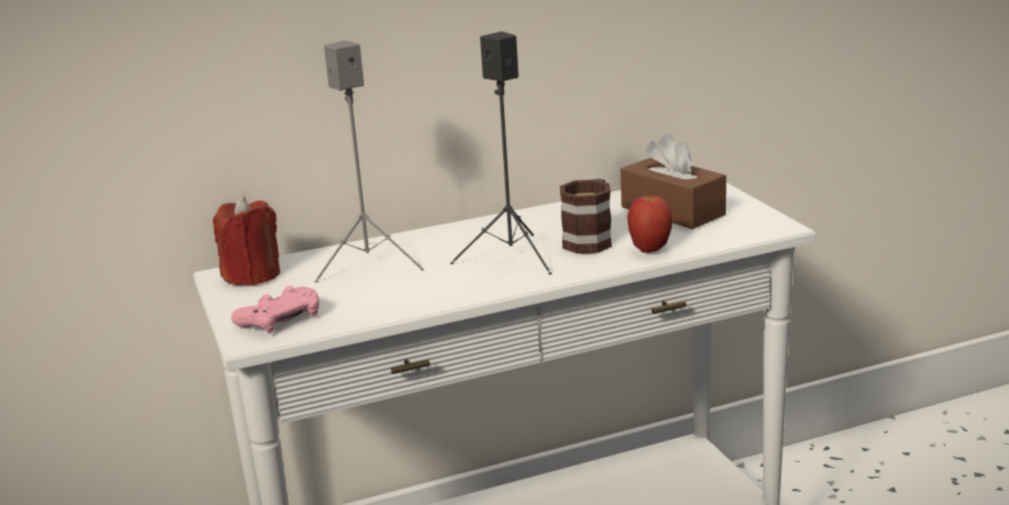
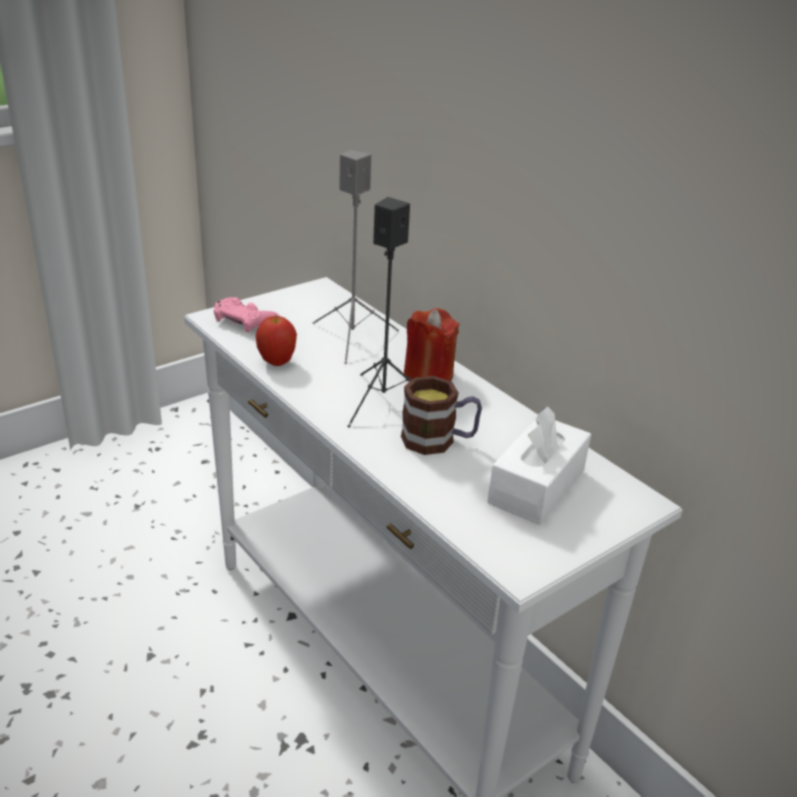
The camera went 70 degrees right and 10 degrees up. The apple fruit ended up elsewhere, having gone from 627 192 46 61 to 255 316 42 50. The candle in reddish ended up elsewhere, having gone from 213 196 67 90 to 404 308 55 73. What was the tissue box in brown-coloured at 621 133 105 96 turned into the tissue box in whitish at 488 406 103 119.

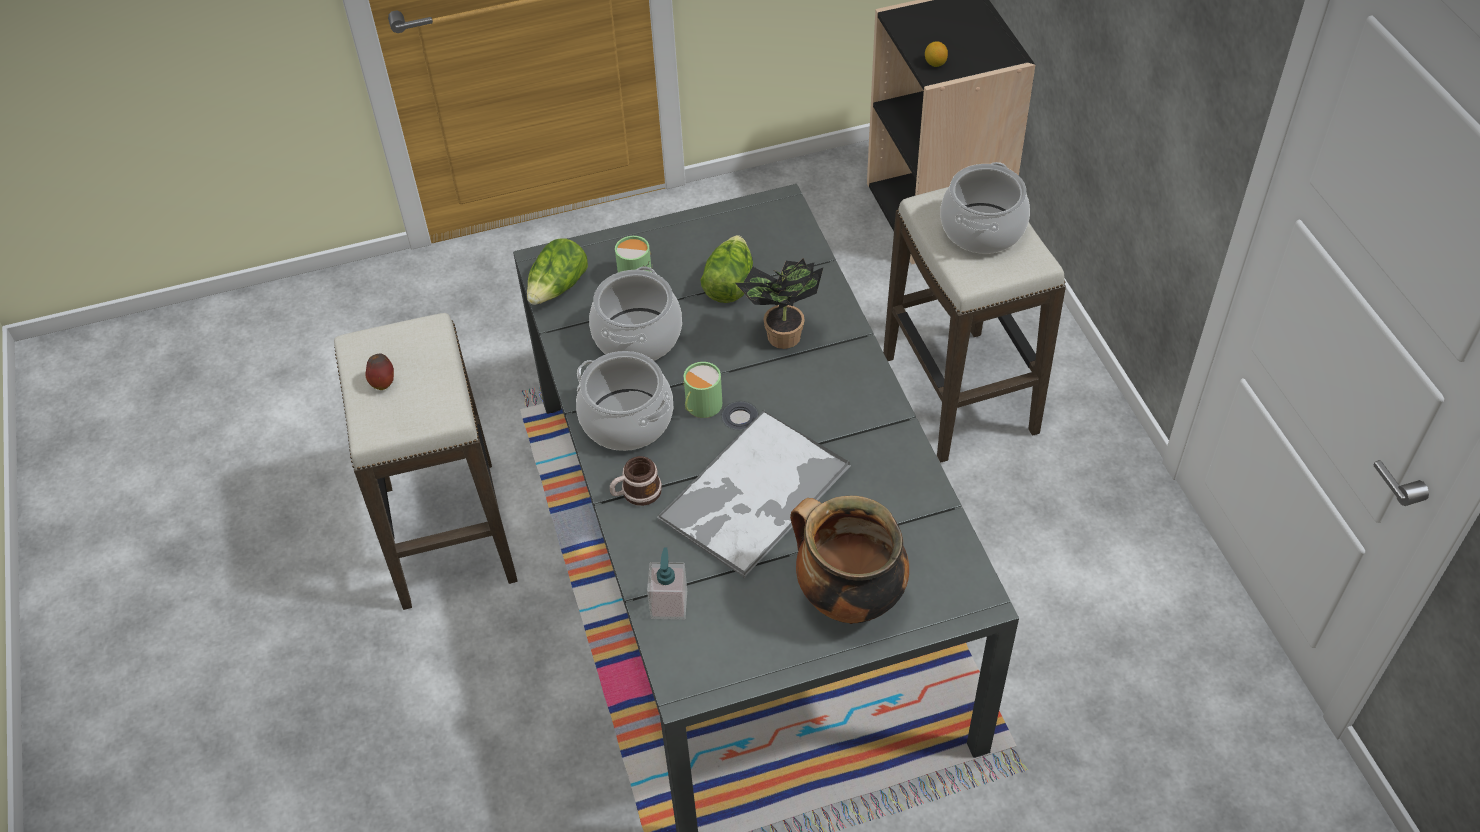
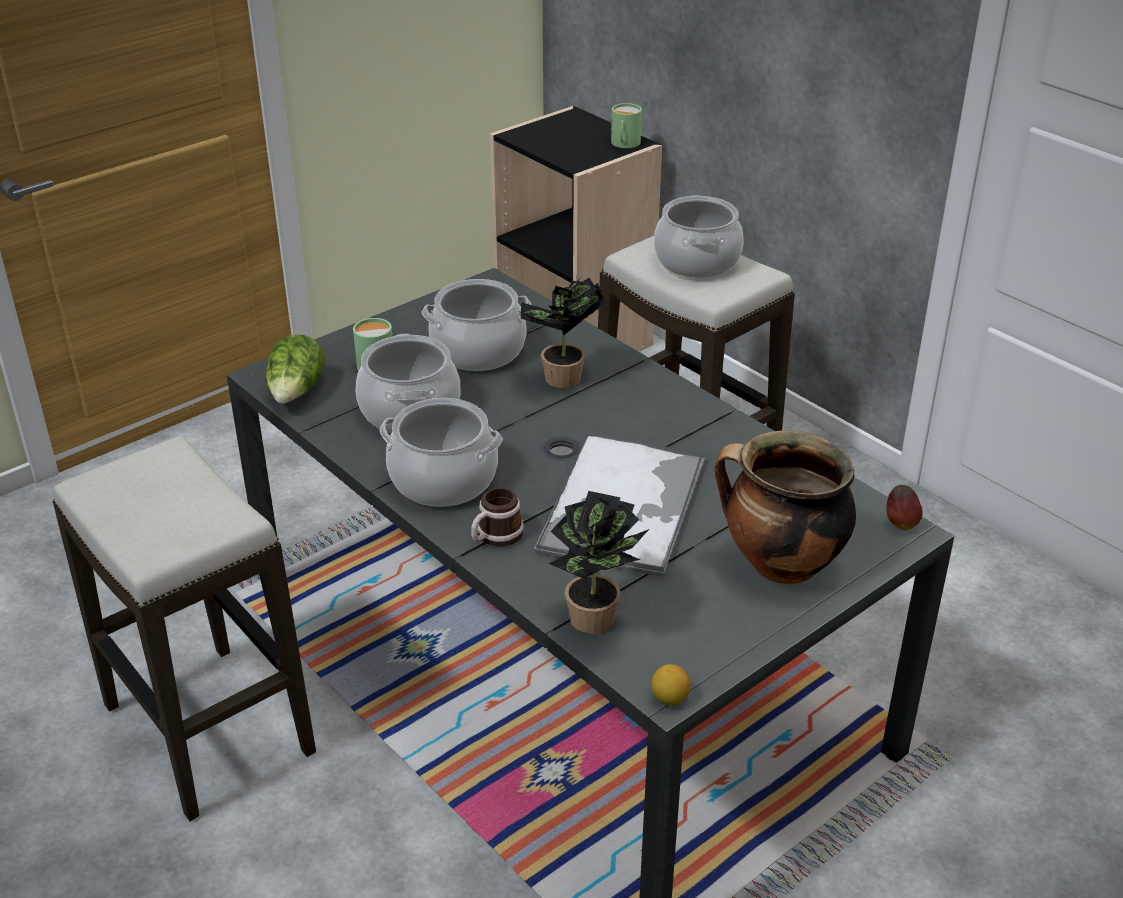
The camera went 25 degrees left and 15 degrees down. Where the head of lettuce stood at 701 235 52 68, the saucepot came to stand at 422 279 109 92. Where the liquid soap bottle stood at 647 547 40 73, the plant in a pot came to stand at 548 491 101 143. The coffee mug in green ended up elsewhere, having gone from 682 362 40 56 to 610 103 32 45. The lemon ended up elsewhere, having gone from 925 41 23 26 to 651 664 40 42. The apple fruit ended up elsewhere, having gone from 365 354 29 36 to 886 485 37 45.

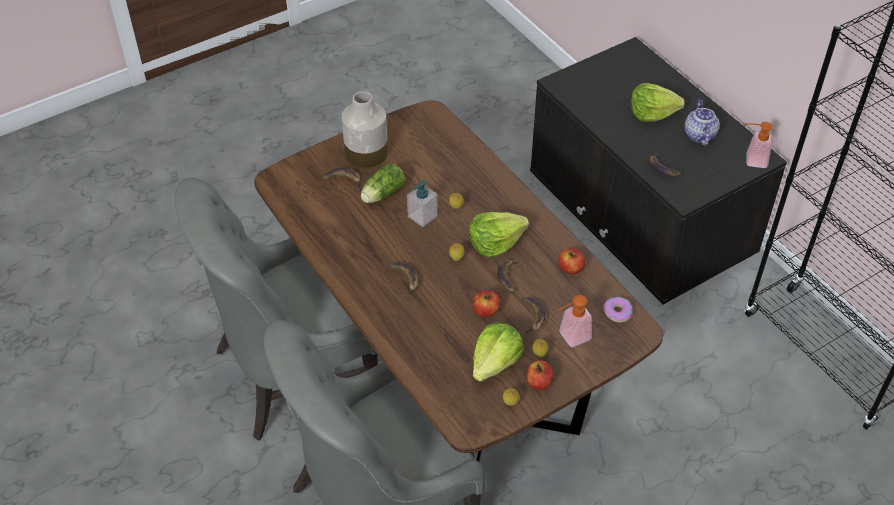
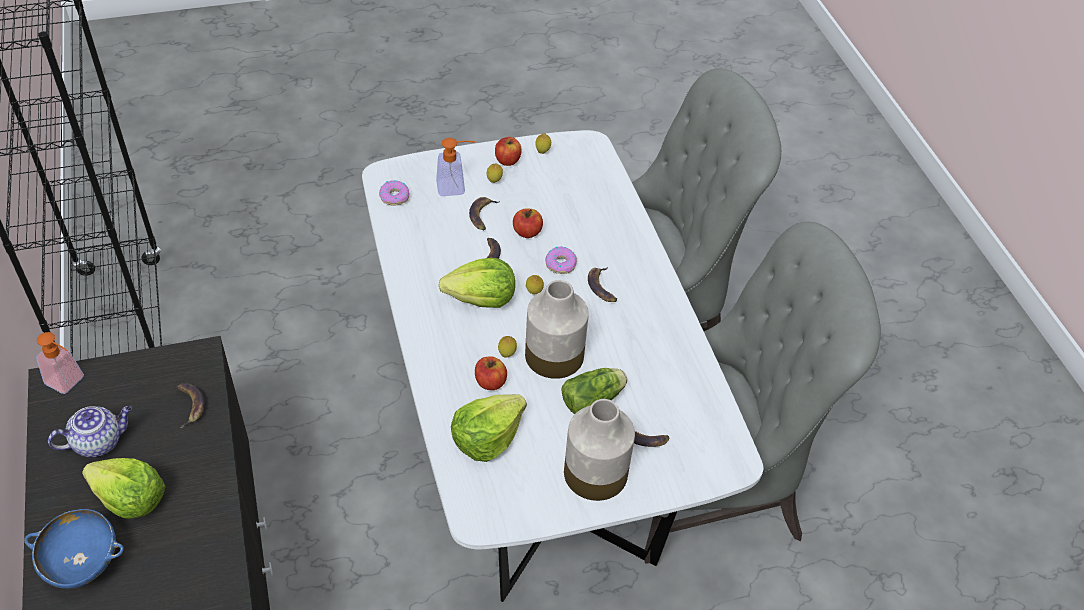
The camera went 165 degrees left and 0 degrees up. The second view gained the serving bowl in blue-coloured at 24 509 100 80. The pot for tea at 685 99 35 47 ended up facing another way, 135 degrees counterclockwise from before. What was the kitchen table in brown-coloured at 254 100 409 362 turned into the kitchen table in whitish at 362 130 401 472. The head of lettuce ended up elsewhere, having gone from 473 323 51 58 to 451 394 76 68. The apple fruit ended up elsewhere, having gone from 558 248 27 26 to 475 356 32 34. Where the liquid soap bottle stood at 407 180 31 47, the vase in beige-coloured came to stand at 525 280 64 99. The second view gained the doughnut at 545 246 32 28.

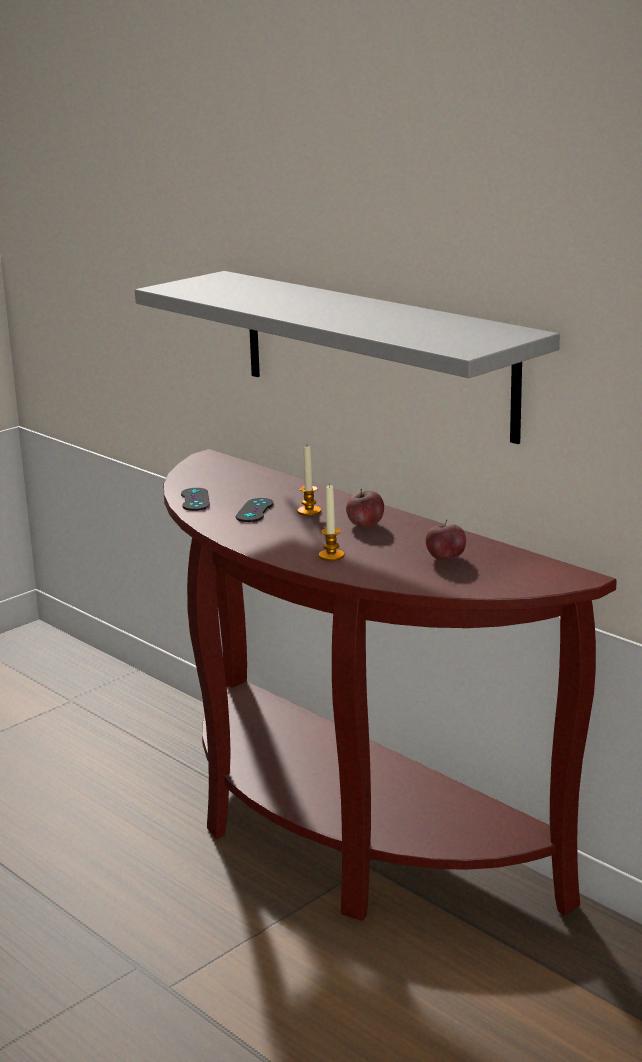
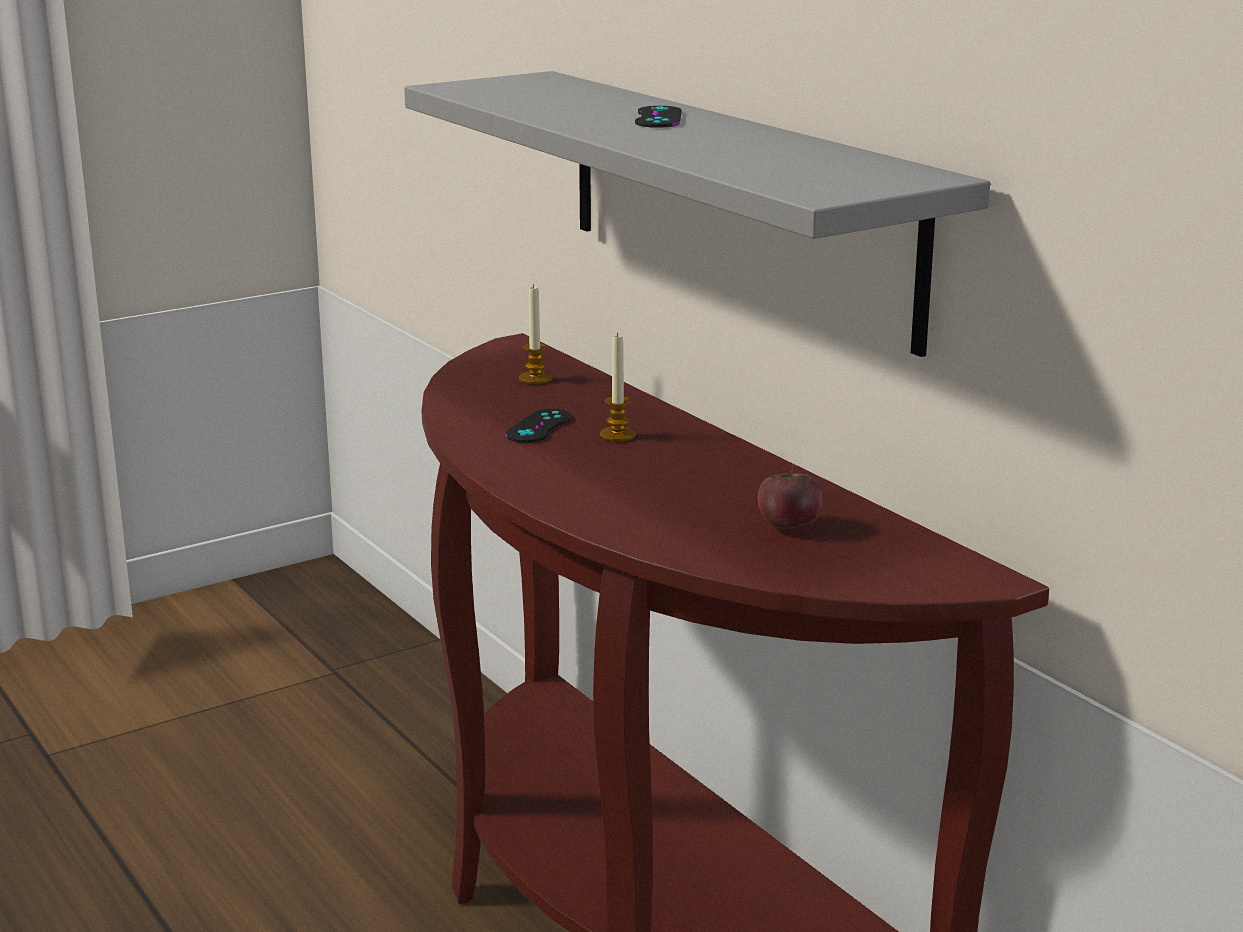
The camera went 10 degrees right and 0 degrees up. The candle ended up elsewhere, having gone from 319 484 25 77 to 519 284 33 100. The gamepad in blackish ended up elsewhere, having gone from 181 488 29 23 to 635 106 47 22. The second view lost the apple fruit at 346 489 38 38.

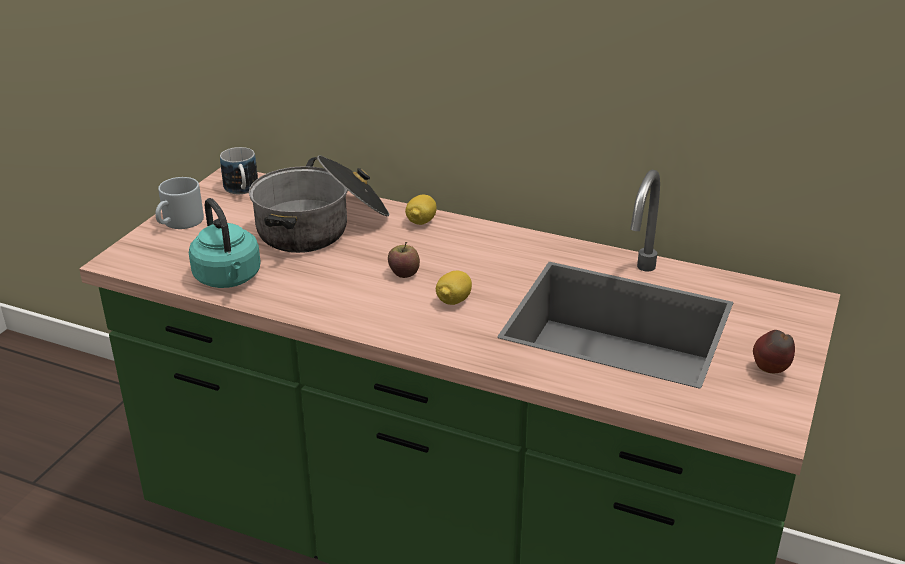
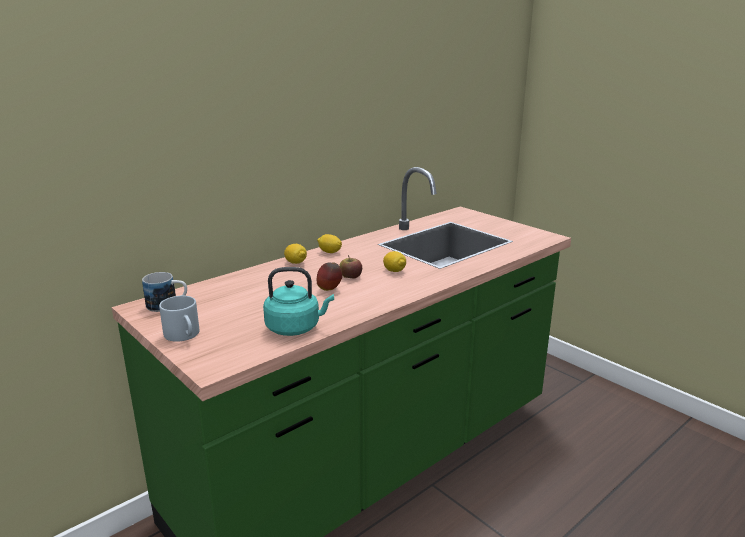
The camera went 65 degrees left and 10 degrees down. The second view gained the lemon at 317 234 25 19. The apple fruit ended up elsewhere, having gone from 753 330 42 43 to 317 262 25 29. The second view lost the saucepot at 249 155 140 98.

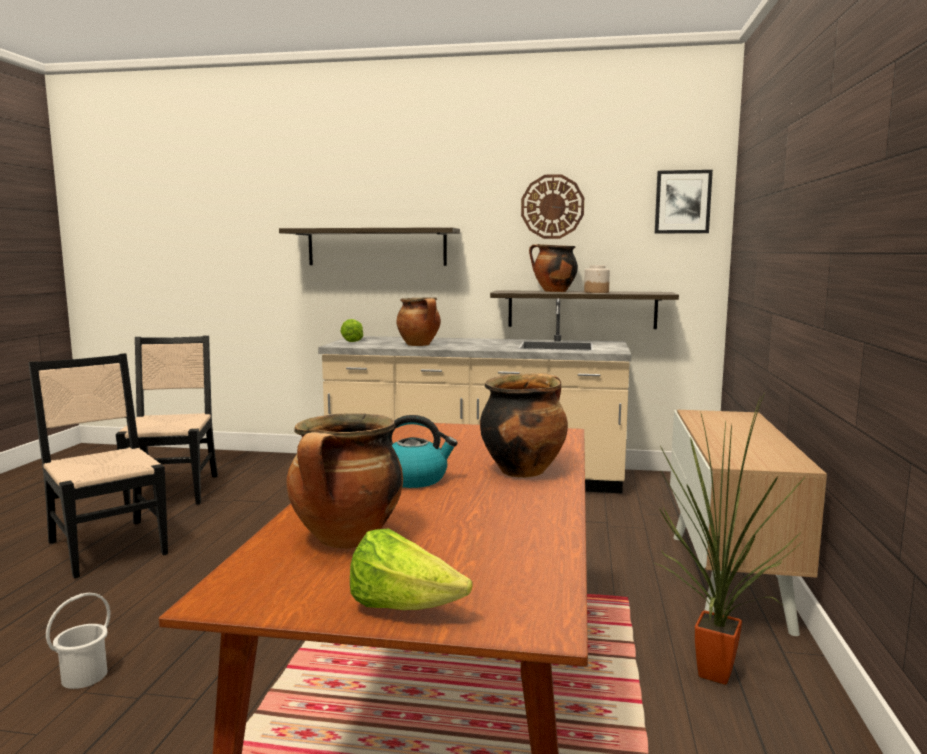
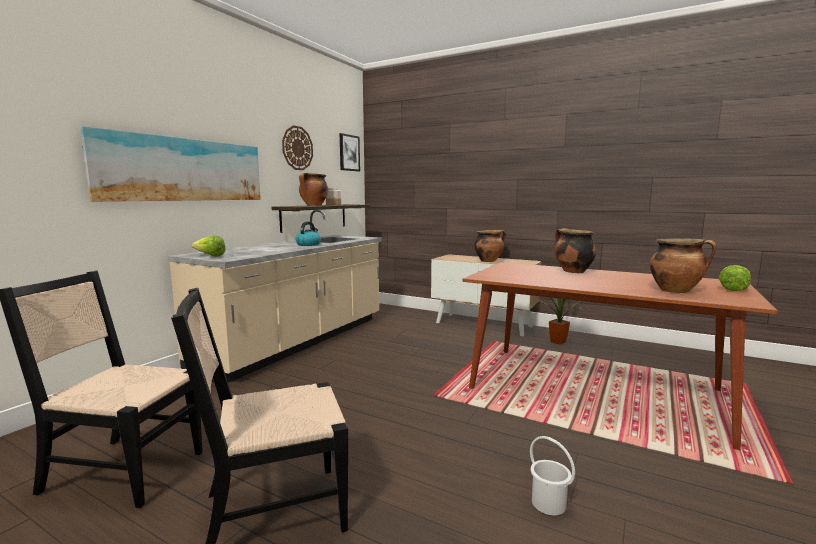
The camera went 70 degrees left and 0 degrees up. Where the shelf hung at 279 227 181 39, the picture came to hang at 81 126 180 76. The tea kettle ended up elsewhere, having gone from 388 415 70 73 to 296 221 25 25. The saucepot ended up elsewhere, having gone from 396 298 45 48 to 474 230 32 32.

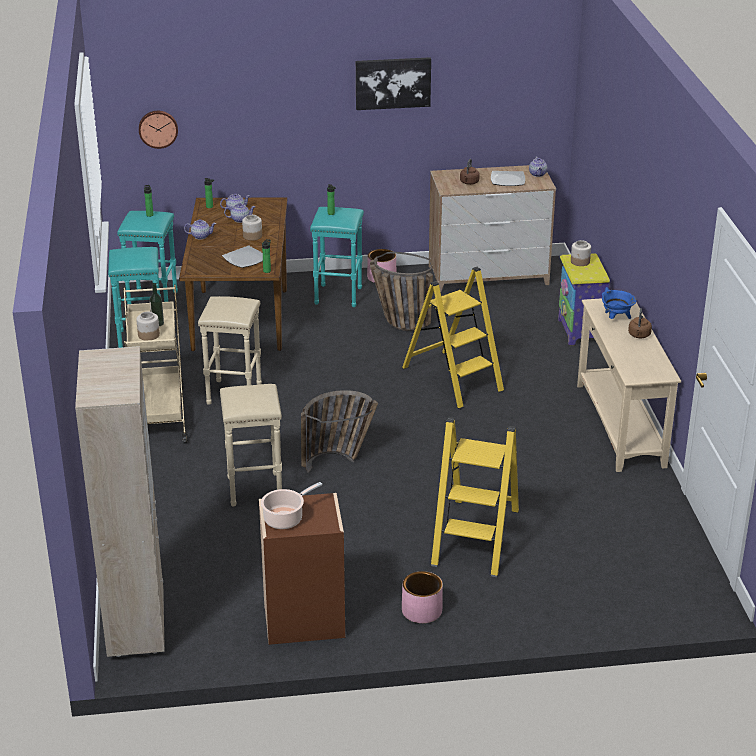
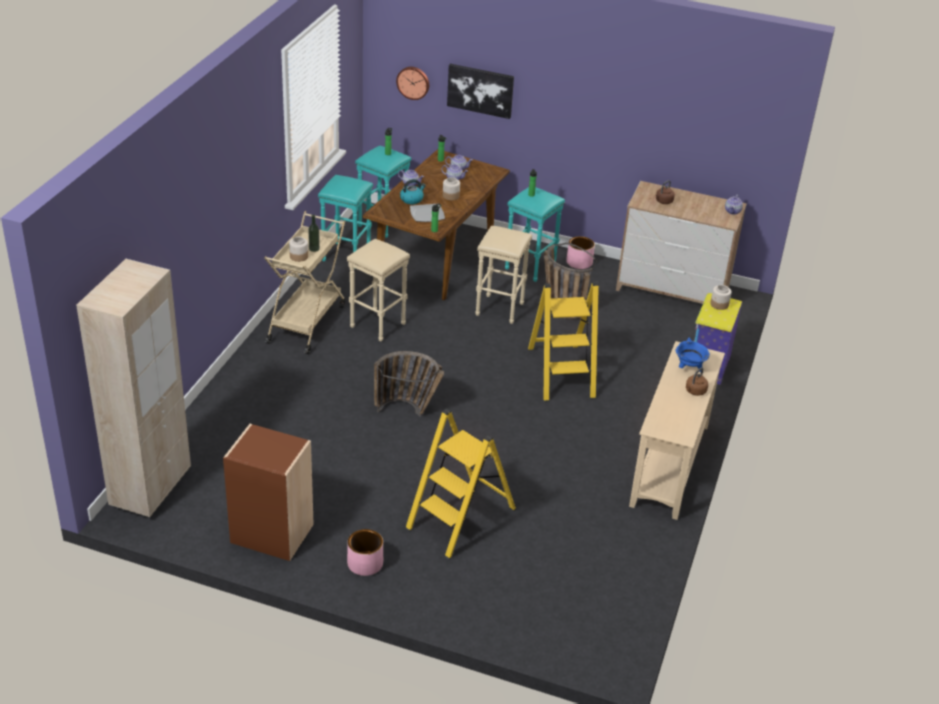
The camera went 25 degrees right and 5 degrees up. The second view gained the tea kettle at 400 179 26 25. The picture ended up elsewhere, having gone from 356 57 75 53 to 447 64 67 55. The sitting stool in beige-coloured ended up elsewhere, having gone from 220 384 62 122 to 475 226 57 98. The second view lost the saucepot at 261 482 61 47. The second view lost the plate at 491 171 34 15.

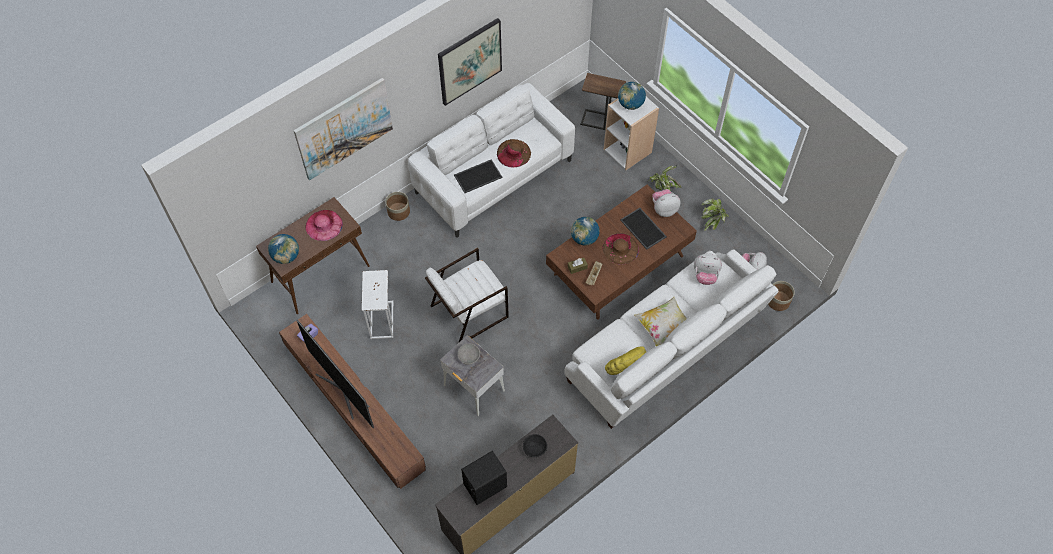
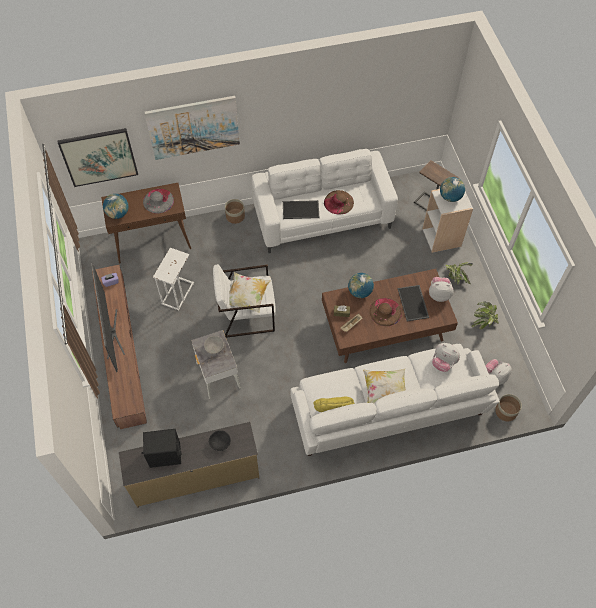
The camera went 25 degrees right and 0 degrees up. The picture ended up elsewhere, having gone from 438 18 64 88 to 57 128 81 59. What was the hat in pinkish at 305 210 38 31 turned into the hat in greyish at 143 189 31 24. The second view gained the cushion at 229 272 42 41.

